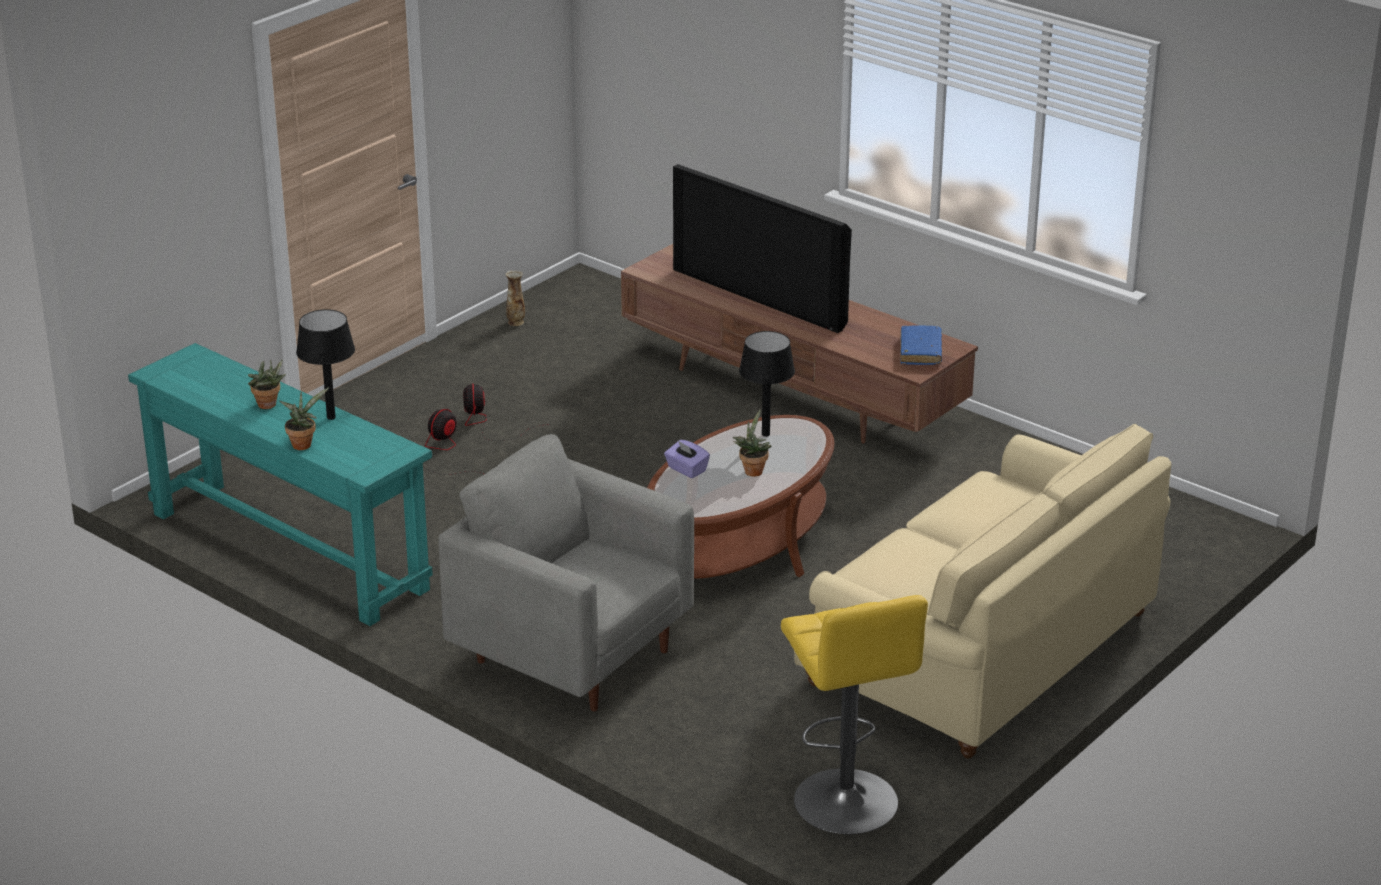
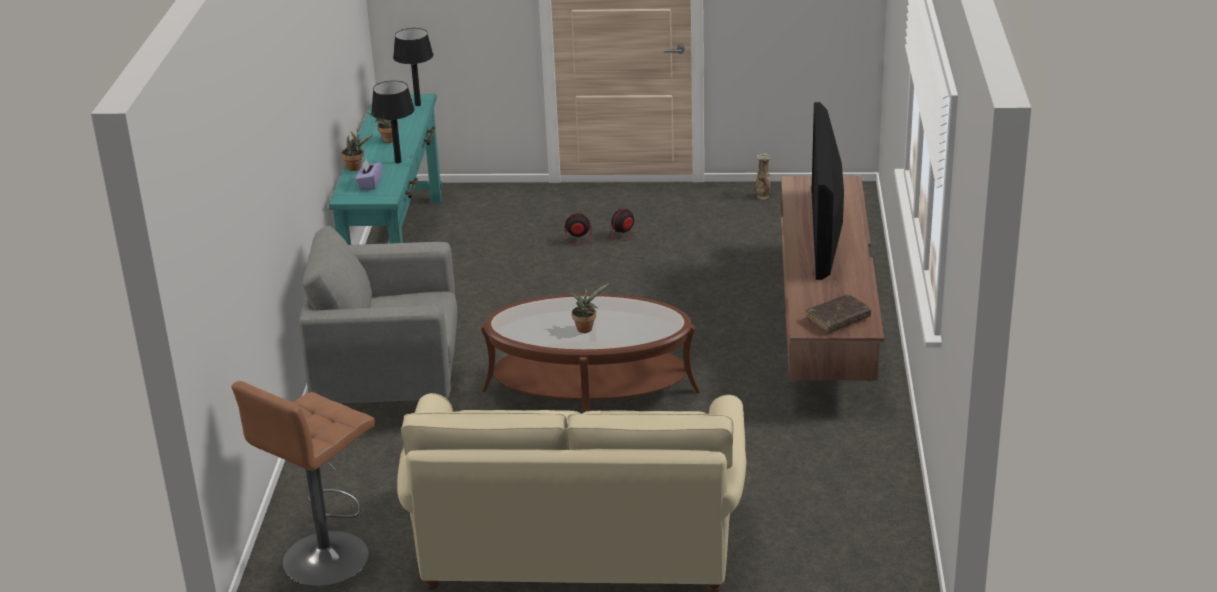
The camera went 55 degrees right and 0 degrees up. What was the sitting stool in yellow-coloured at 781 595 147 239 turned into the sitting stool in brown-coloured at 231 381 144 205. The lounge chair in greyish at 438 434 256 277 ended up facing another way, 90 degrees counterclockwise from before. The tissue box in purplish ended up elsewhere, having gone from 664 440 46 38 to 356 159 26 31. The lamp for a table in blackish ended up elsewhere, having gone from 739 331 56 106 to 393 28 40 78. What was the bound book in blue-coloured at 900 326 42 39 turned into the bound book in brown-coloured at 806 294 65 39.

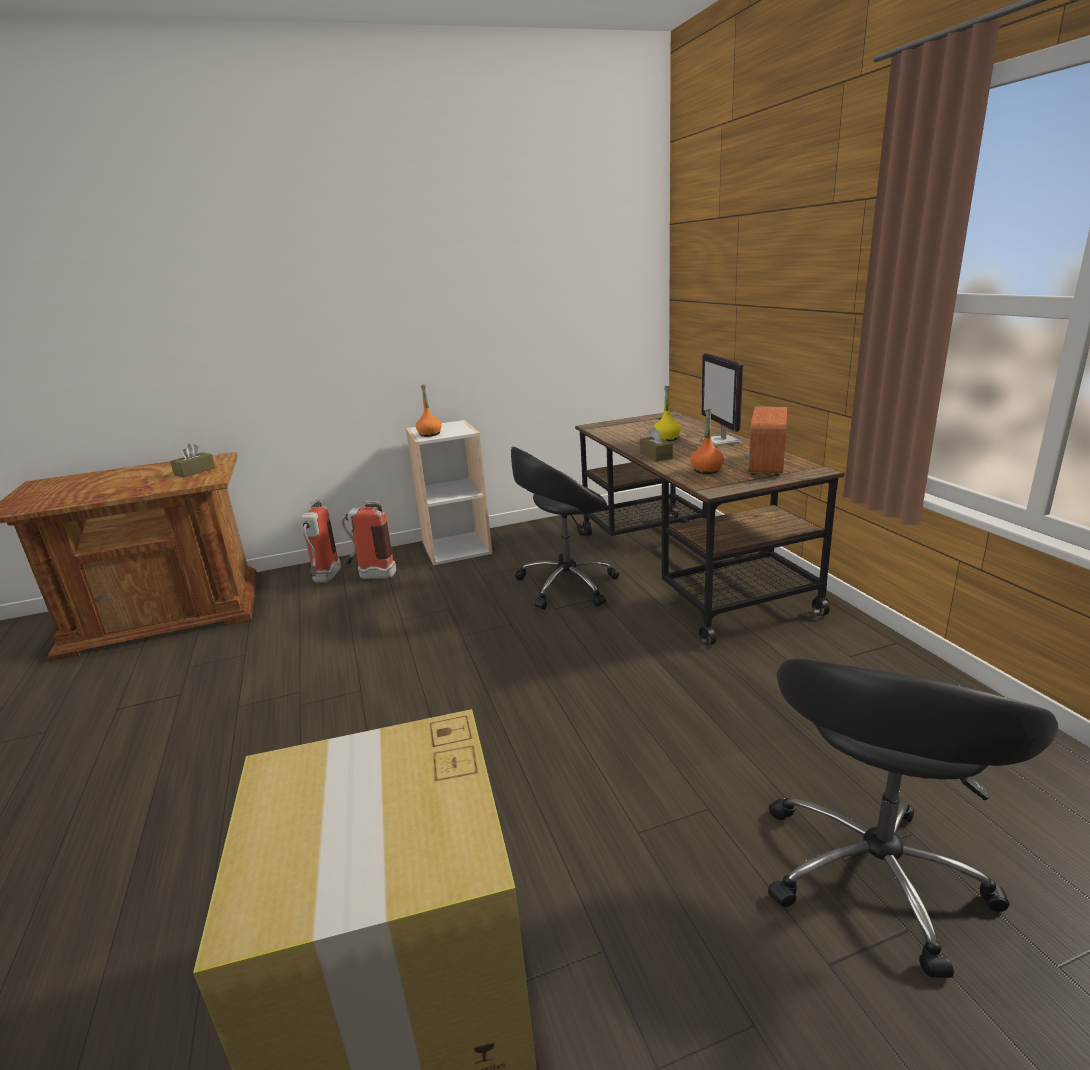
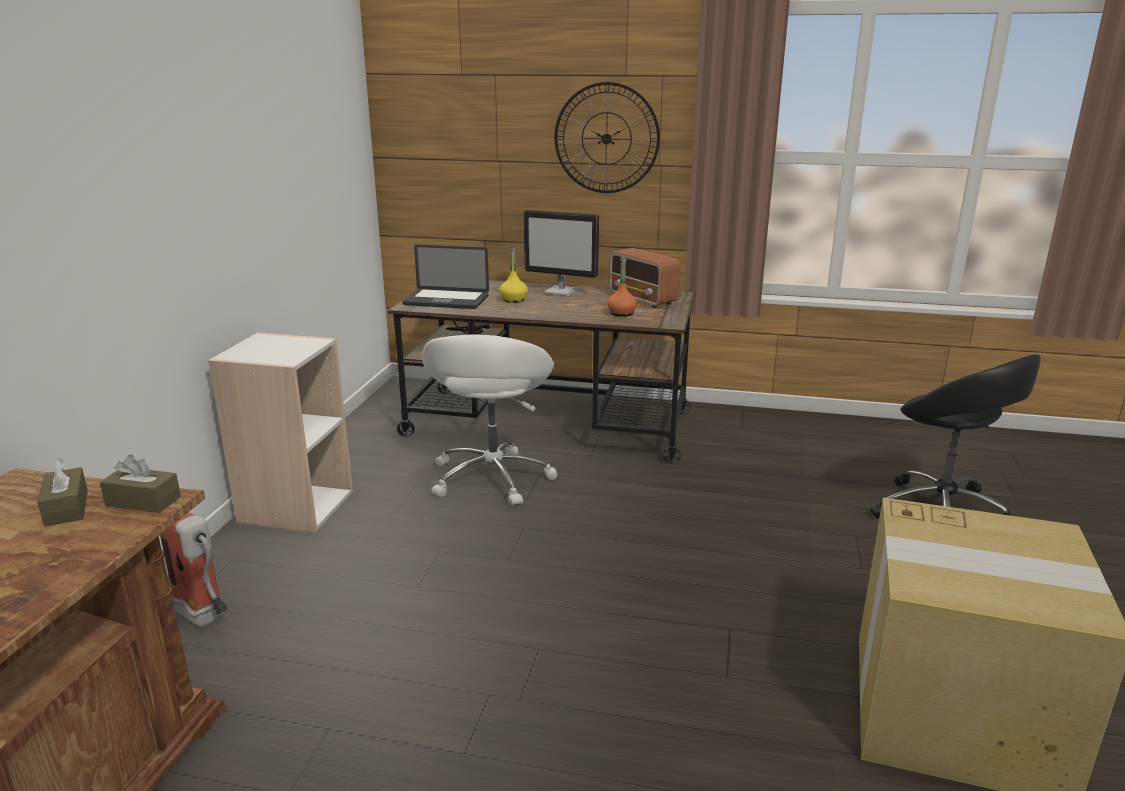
The camera went 60 degrees left and 0 degrees up. The tissue box in brown-coloured ended up elsewhere, having gone from 640 426 33 36 to 100 455 81 58. The second view gained the notebook computer at 402 245 87 64. What was the computer chair in blackish at 511 447 108 162 turned into the computer chair in whitish at 422 335 136 171. The second view gained the hanging clock at 554 82 106 111. The second view lost the fire extinguisher at 341 500 55 79. The second view lost the beverage bottle in orange at 416 384 26 53.

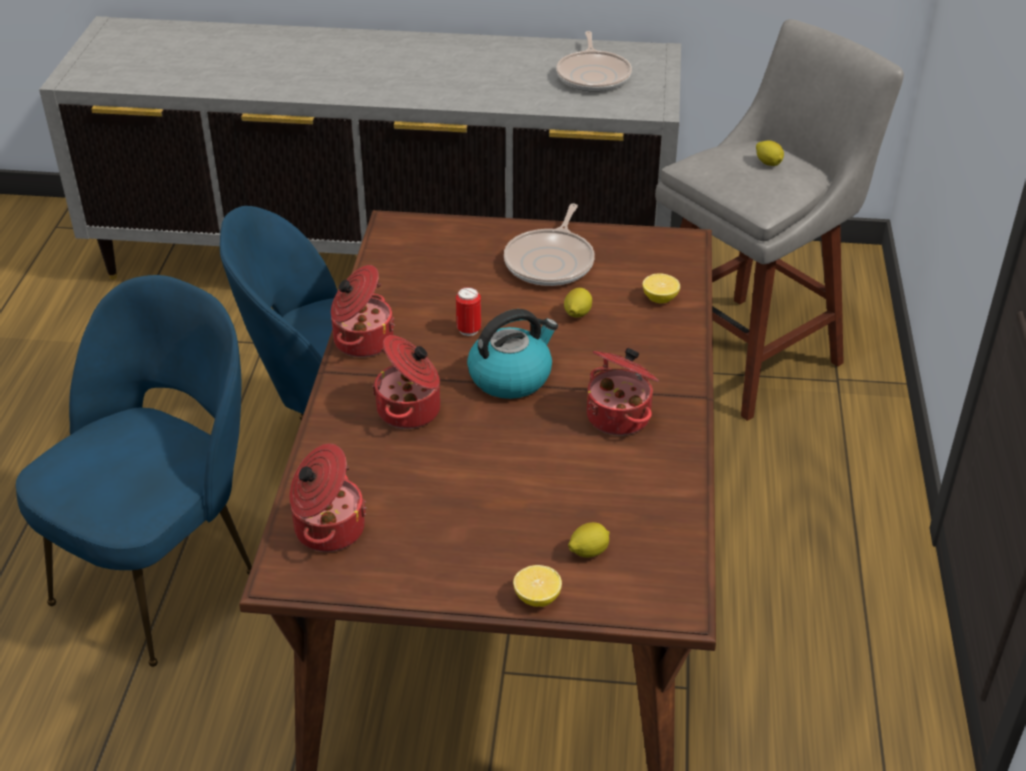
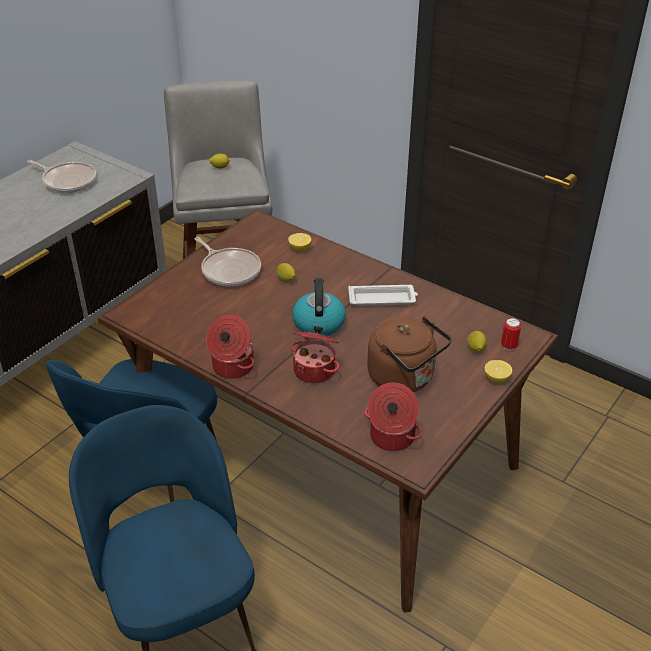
The camera went 60 degrees left and 0 degrees up. Where the saucepot stood at 587 348 72 88, the tray in whitish came to stand at 348 285 70 21. The second view gained the tea kettle in brown-coloured at 367 316 85 76. The can ended up elsewhere, having gone from 456 287 25 49 to 501 318 20 33.

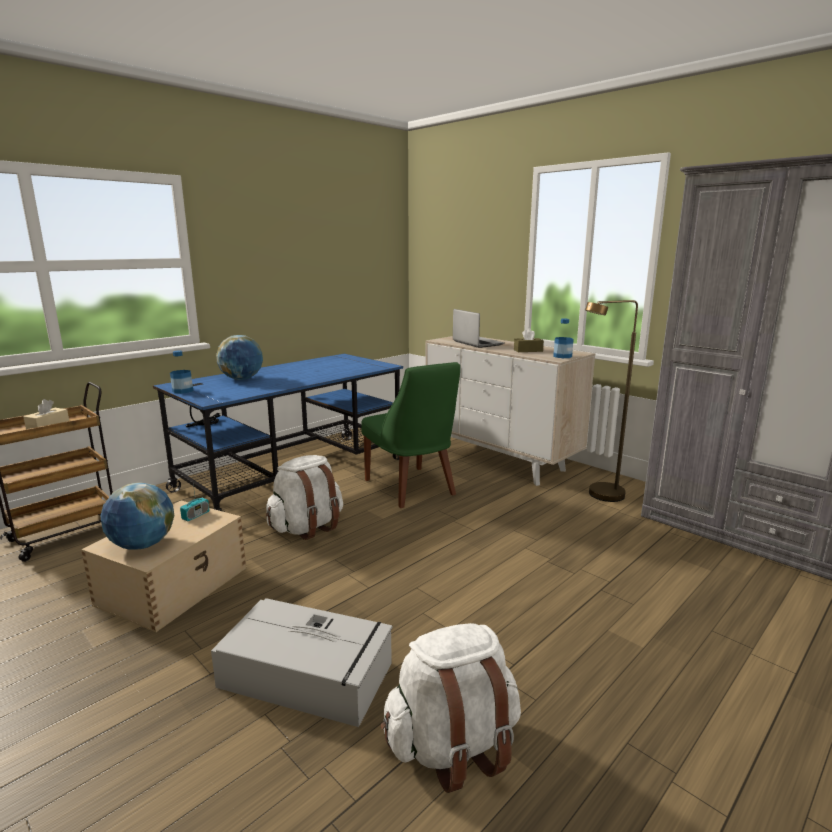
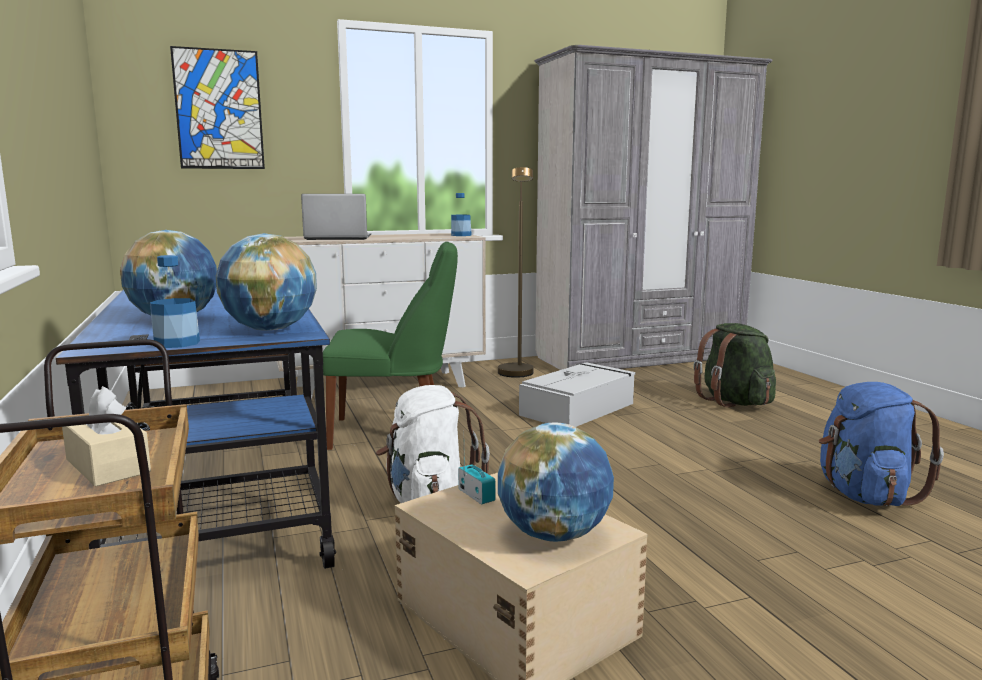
The camera went 65 degrees left and 5 degrees down. The second view gained the picture at 170 46 95 123. The second view gained the globe at 216 233 101 97. The storage bin in greyish ended up elsewhere, having gone from 211 598 182 129 to 519 362 116 65. The second view gained the rucksack in green at 693 323 83 85. What was the rucksack in whitish at 381 623 140 170 turned into the rucksack in blue-coloured at 819 382 125 124. The second view lost the tissue box in brown-coloured at 514 328 30 24.

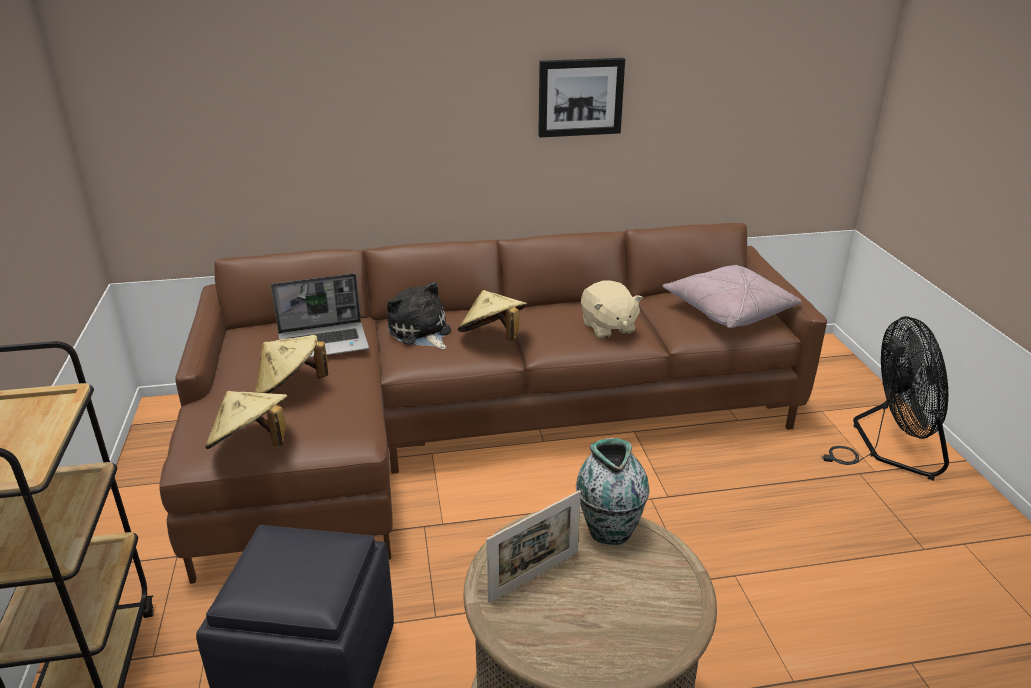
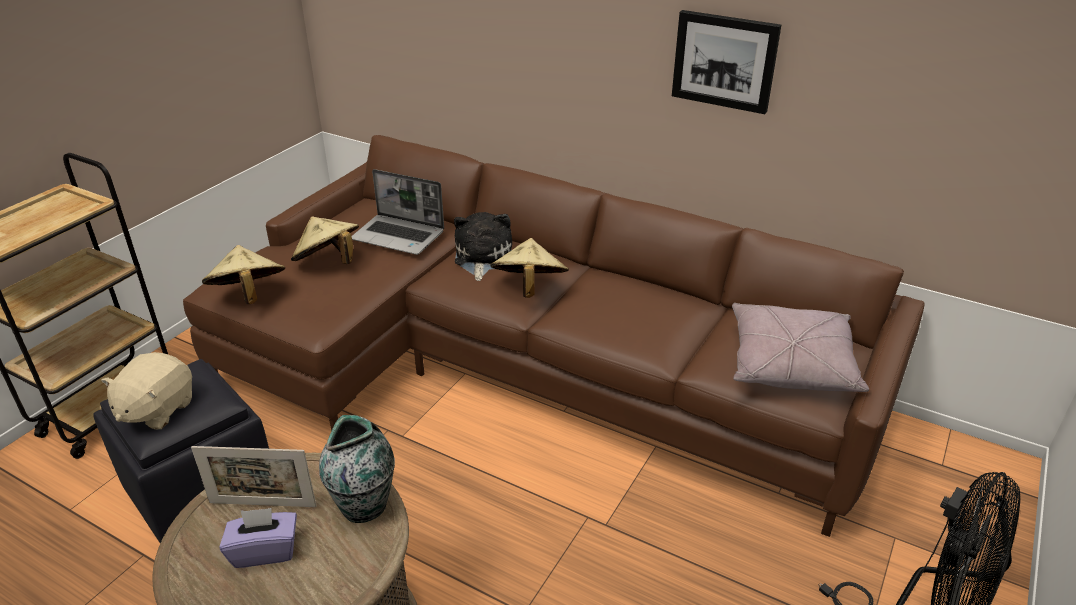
The camera went 40 degrees right and 5 degrees up. The cuddly toy in beige-coloured ended up elsewhere, having gone from 581 280 62 59 to 101 352 91 78. The second view gained the tissue box in purplish at 220 508 77 60.

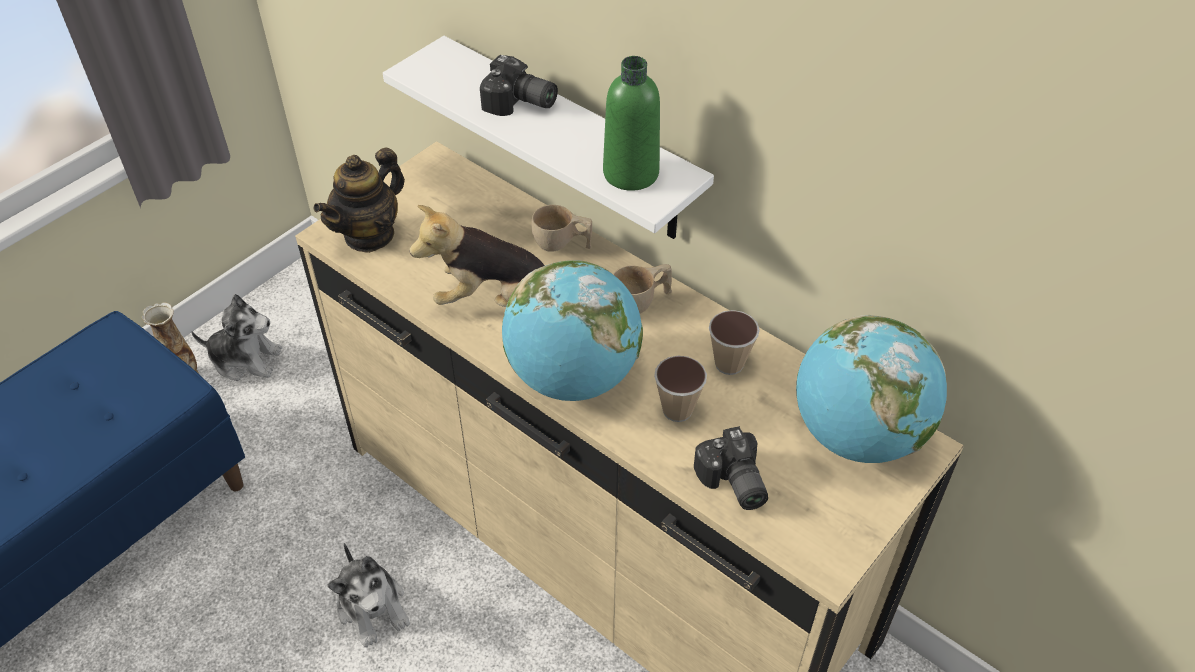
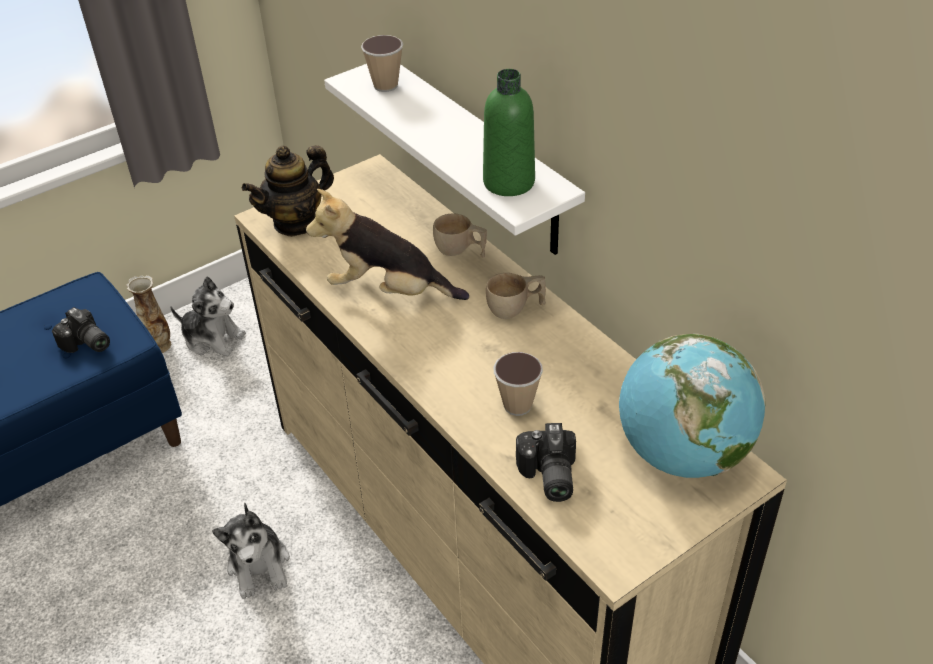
The camera went 15 degrees right and 5 degrees down. The still camera ended up elsewhere, having gone from 480 55 78 61 to 52 307 58 46. The small cup ended up elsewhere, having gone from 709 310 51 65 to 361 35 42 57. The second view lost the globe at 502 260 141 141.

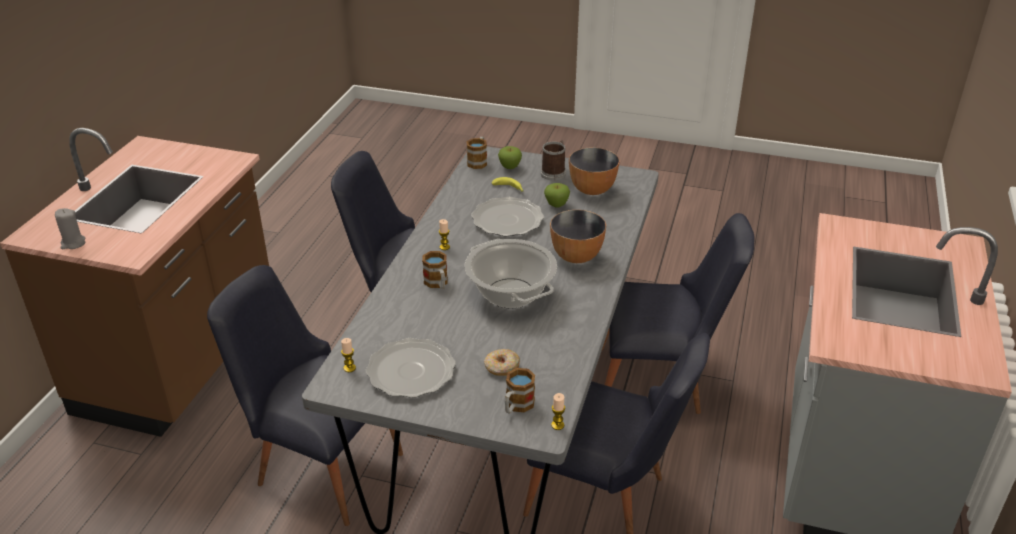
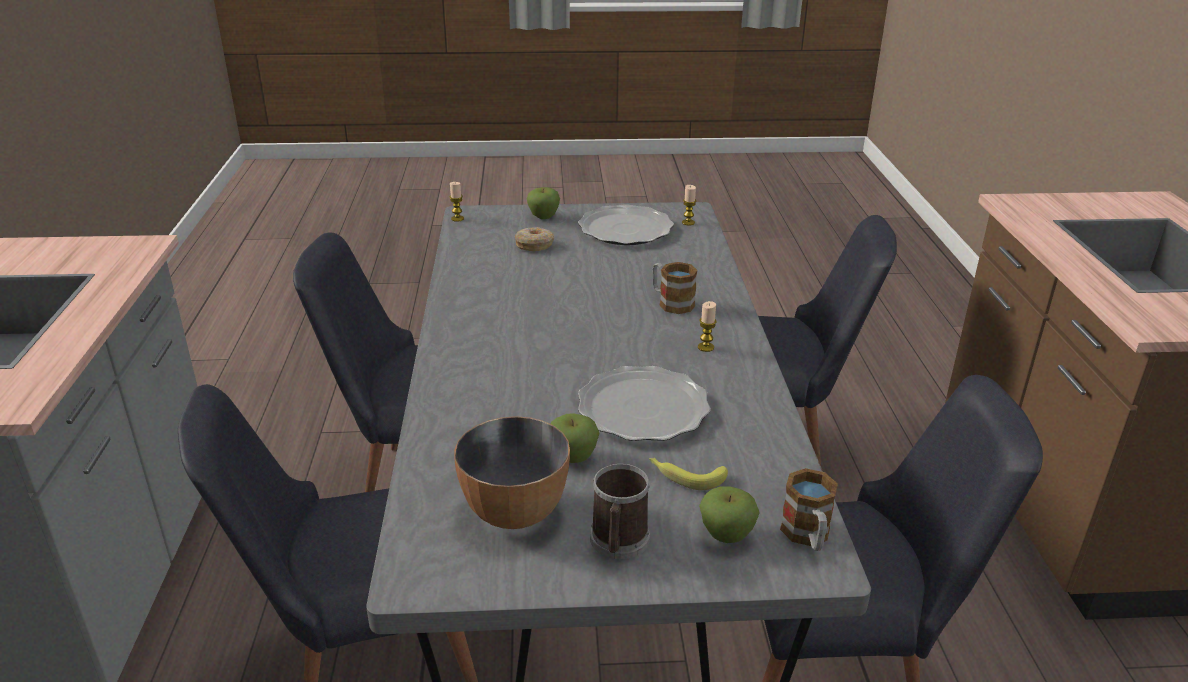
The camera went 160 degrees right and 5 degrees down. The second view gained the apple fruit at 527 187 33 32. The second view lost the candle in greyish at 55 208 30 41. The second view lost the saucepot at 465 239 92 69. The second view lost the coffee mug at 505 368 30 45. The second view lost the serving bowl at 550 210 56 53.

